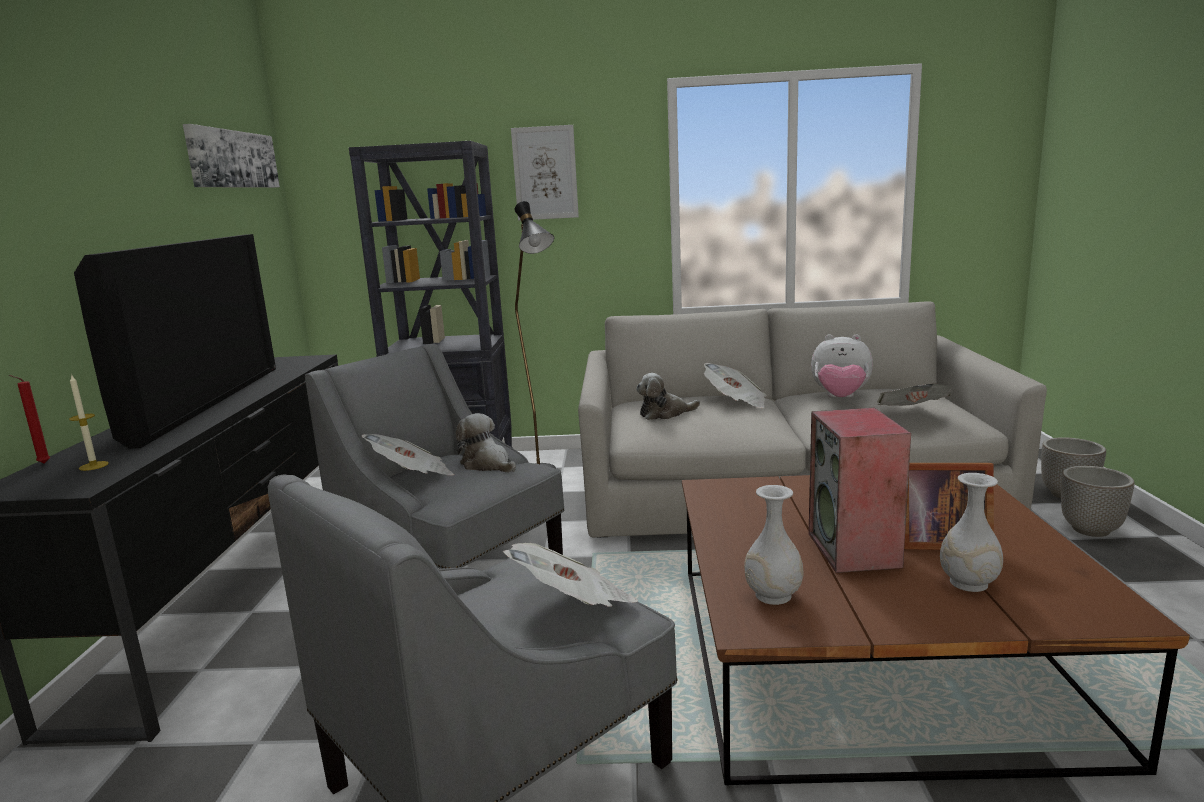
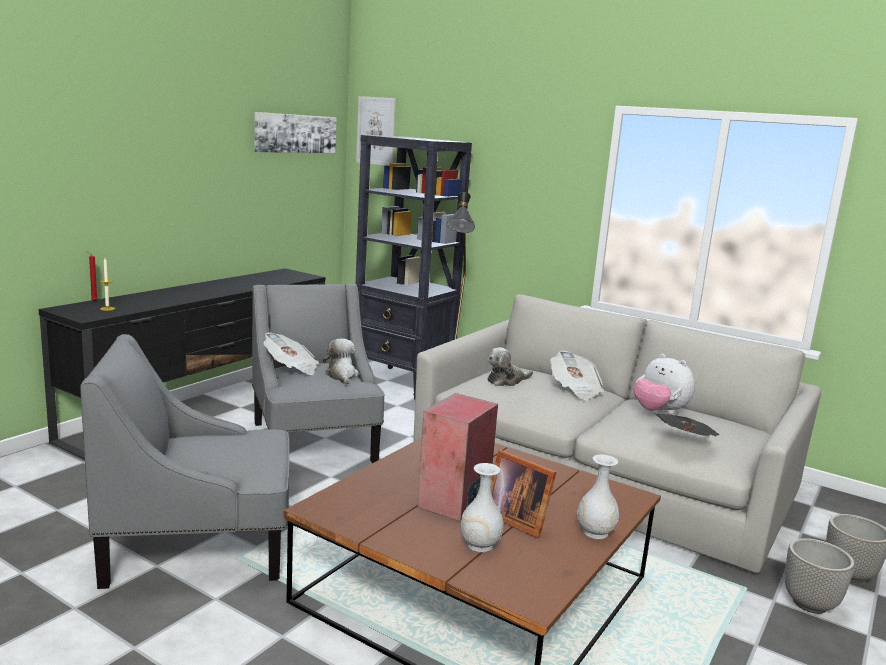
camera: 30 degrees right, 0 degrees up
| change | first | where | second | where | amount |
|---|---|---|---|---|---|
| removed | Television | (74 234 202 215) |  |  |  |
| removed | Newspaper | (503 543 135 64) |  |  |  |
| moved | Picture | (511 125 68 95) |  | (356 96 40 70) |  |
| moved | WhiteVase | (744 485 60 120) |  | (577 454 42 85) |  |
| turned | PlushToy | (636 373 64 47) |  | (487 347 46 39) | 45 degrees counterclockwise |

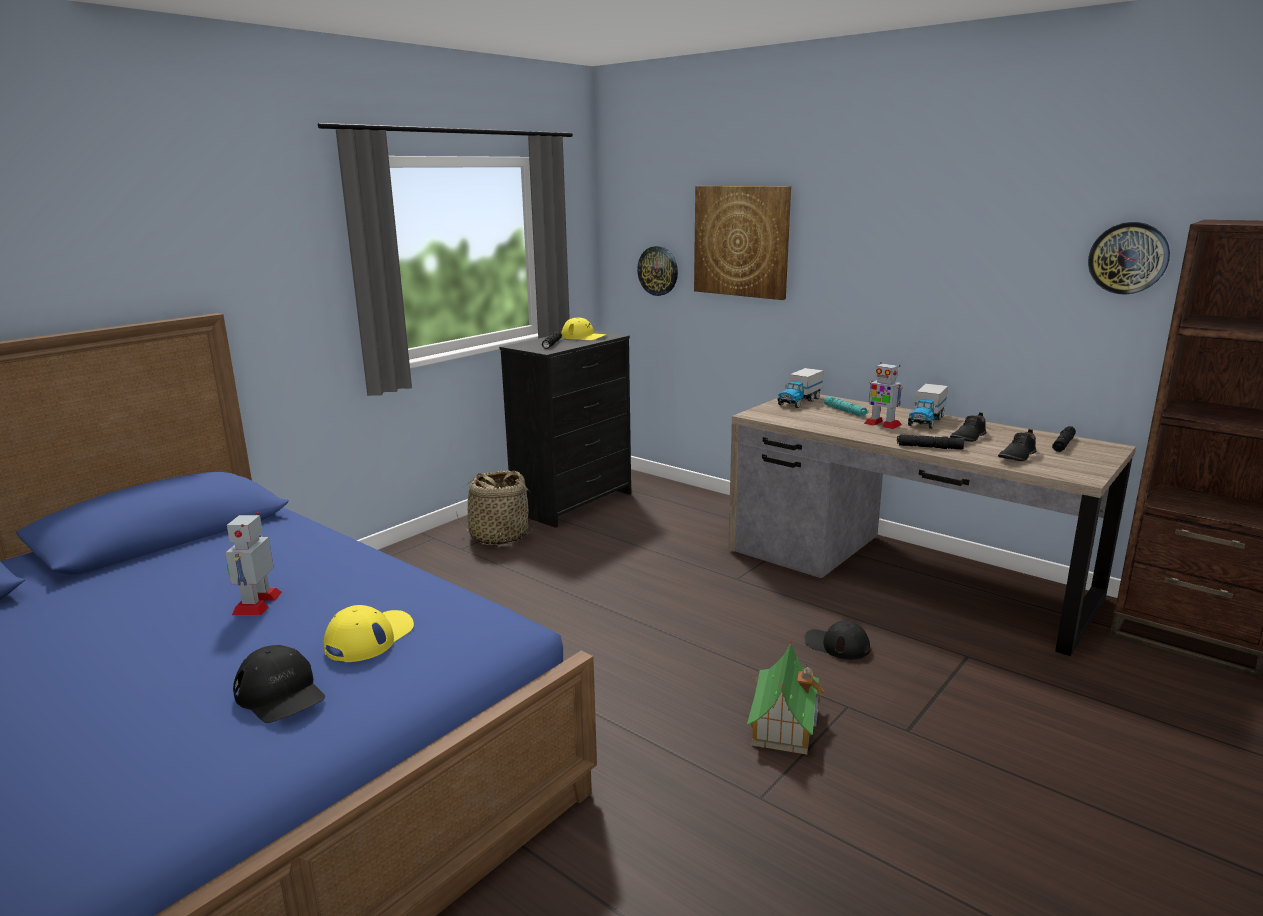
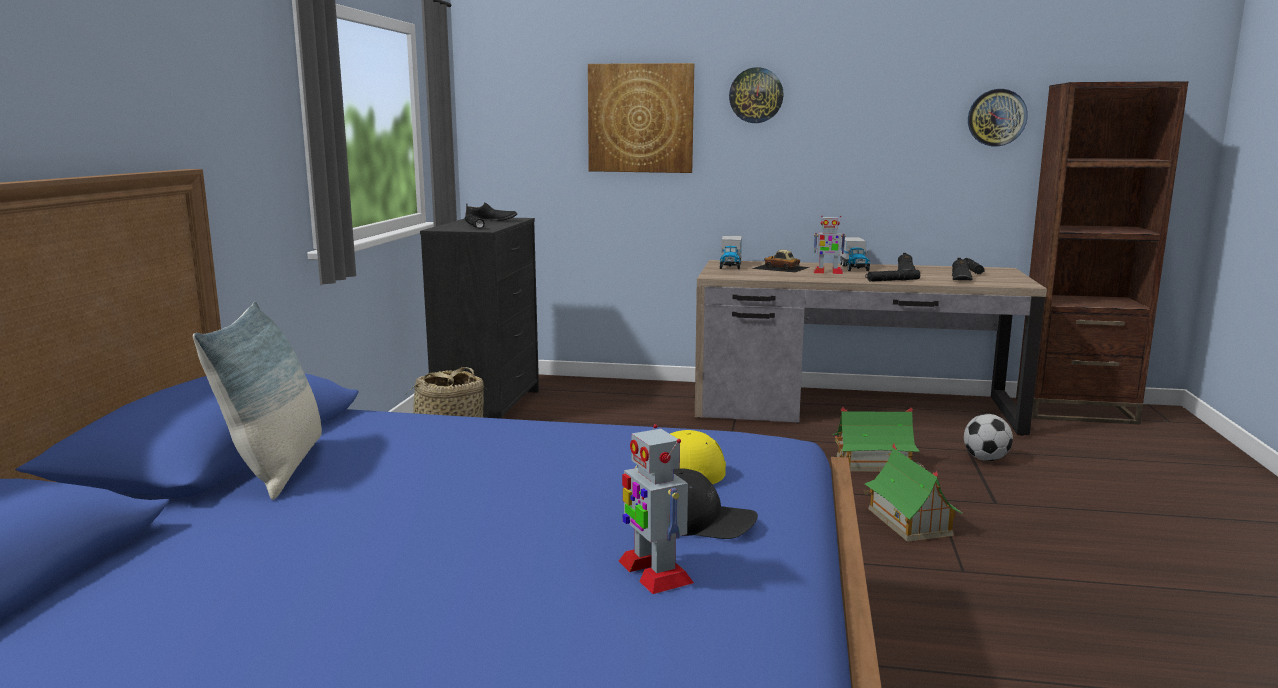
camera: 30 degrees left, 5 degrees down
| change | first | where | second | where | amount |
|---|---|---|---|---|---|
| added |  |  | Pillow | (193 302 129 198) |  |
| added |  |  | Football | (964 414 49 47) |  |
| moved | ToyRobot | (225 512 57 104) |  | (619 424 75 170) |  |
| moved | WallClock | (637 246 41 50) |  | (729 67 55 56) |  |
| replaced | YellowCap | (561 317 46 23) | BlackShoe | (465 202 52 19) |  |
| replaced | BlackCap | (804 620 66 40) | ToyHouse | (832 407 88 65) |  |
| replaced | TurquoiseFlashlight | (824 396 44 21) | ToyCar | (752 250 58 23) |  |

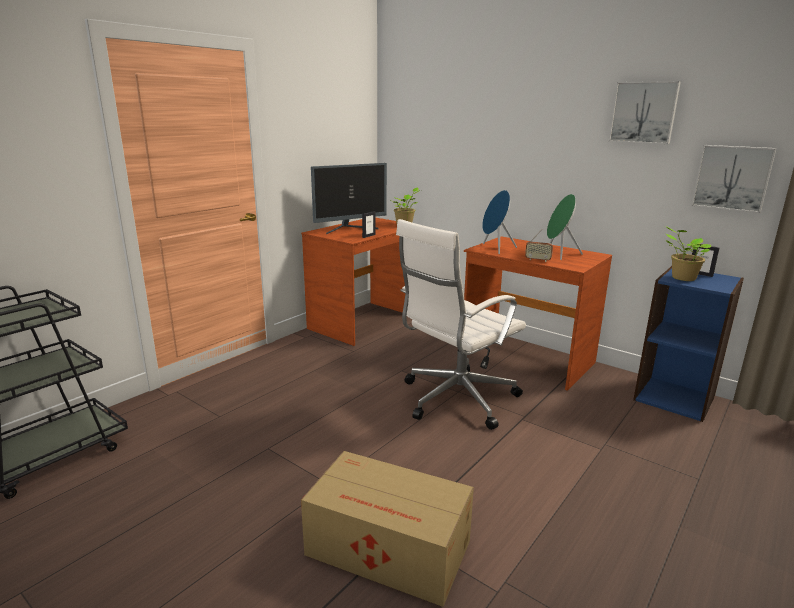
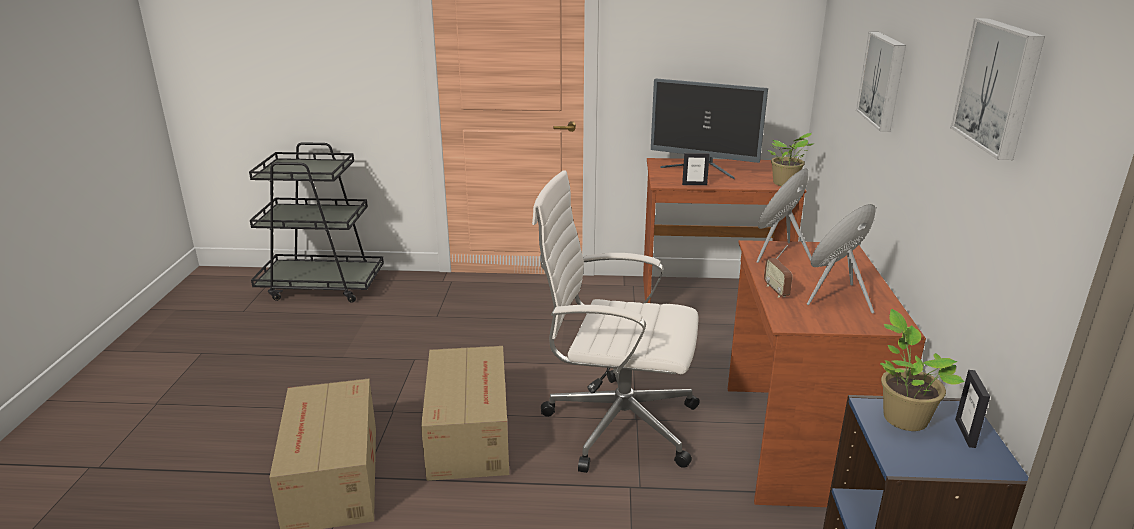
camera: 55 degrees right, 5 degrees up
| change | first | where | second | where | amount |
|---|---|---|---|---|---|
| added |  |  | CardboardBox | (421 346 88 135) |  |
| moved | Picture | (691 145 86 68) |  | (856 32 50 99) |  |

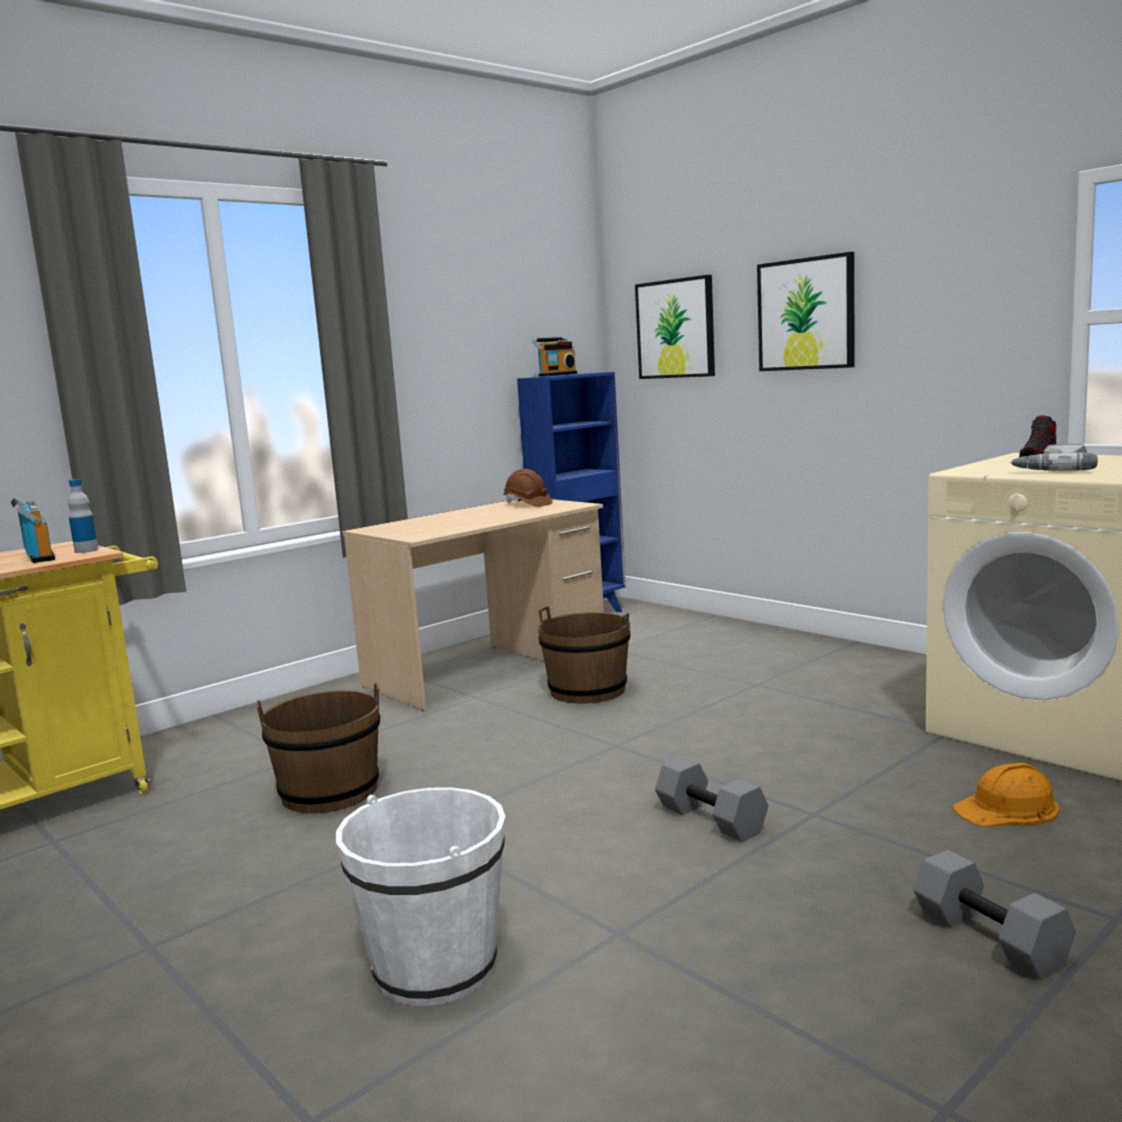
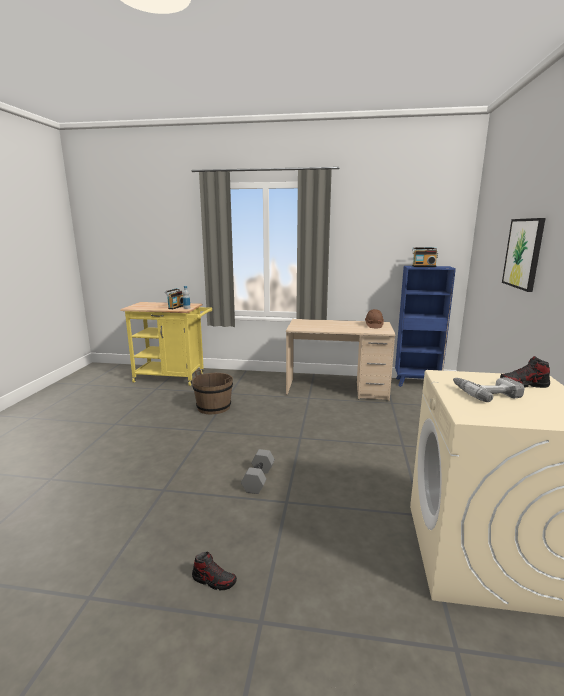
camera: 50 degrees right, 5 degrees up
| change | first | where | second | where | amount |
|---|---|---|---|---|---|
| removed | WhiteBucket | (336 787 169 219) |  |  |  |
| removed | BrownBucket | (538 606 93 98) |  |  |  |
| removed | Picture | (635 275 80 104) |  |  |  |
| removed | OrangeHardHat | (952 763 107 64) |  |  |  |
| replaced | GreyDumbbell | (914 850 162 129) | Shoe | (192 551 45 40) |  |

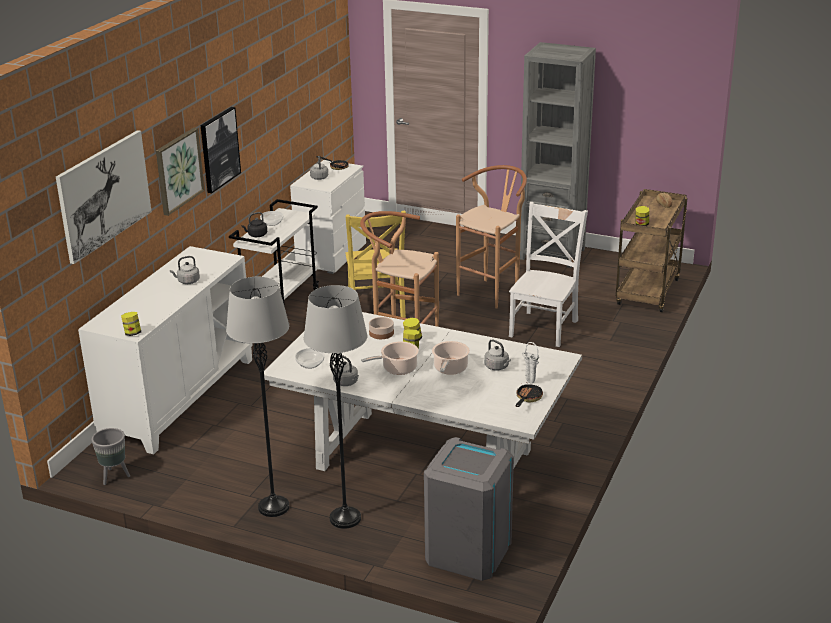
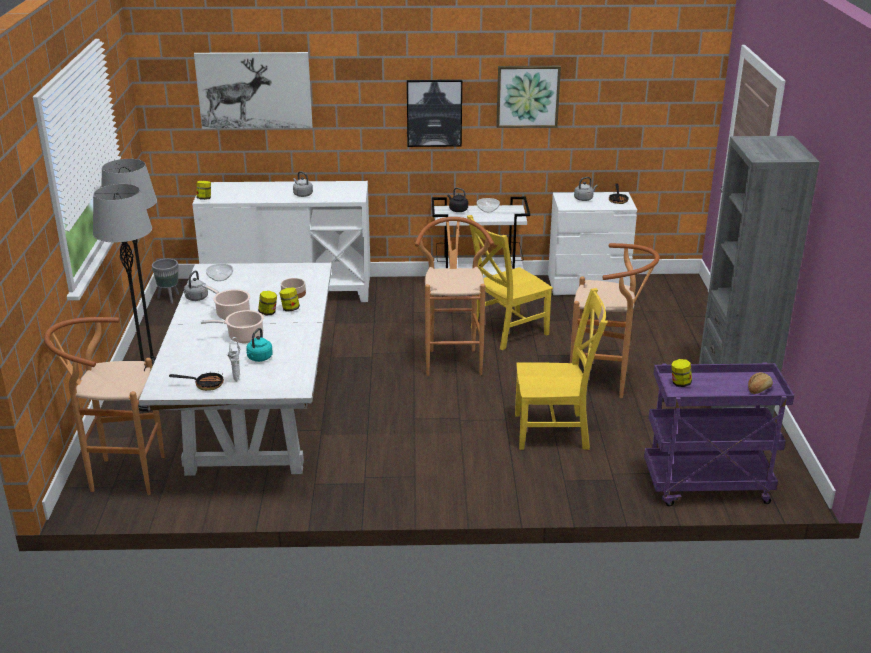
camera: 65 degrees right, 0 degrees up
| change | first | where | second | where | amount |
|---|---|---|---|---|---|
| moved | Picture | (156 128 49 88) |  | (496 66 65 62) |  |
| replaced | GreyTrashCan | (424 437 90 144) | BrownStool | (44 317 121 178) |  |
| recoloured | GreyKettle | (484 339 27 32) | TurquoiseKettle | (246 328 27 34) |  |
| recoloured | WhiteChair | (509 202 79 145) | YellowChair | (515 288 93 162) |  |
| recoloured | BrownCart | (616 189 71 123) | PurpleCart | (644 362 150 144) |  |

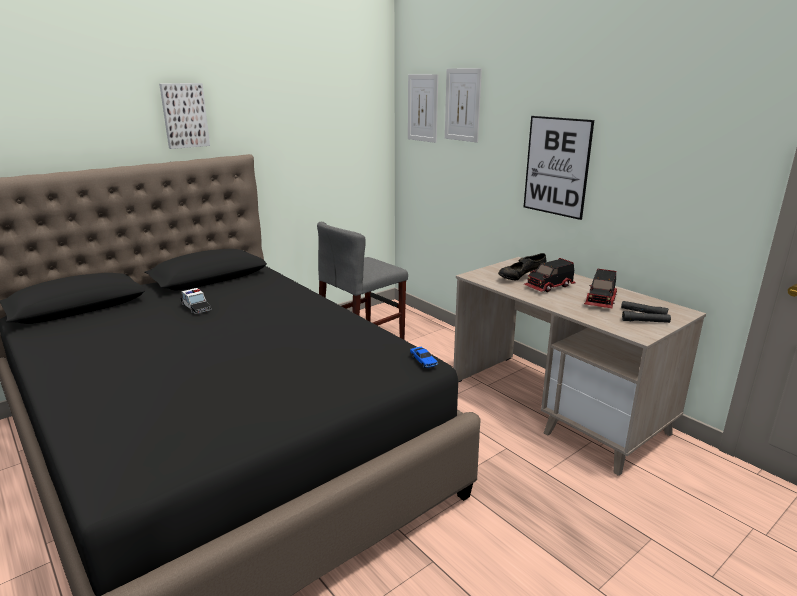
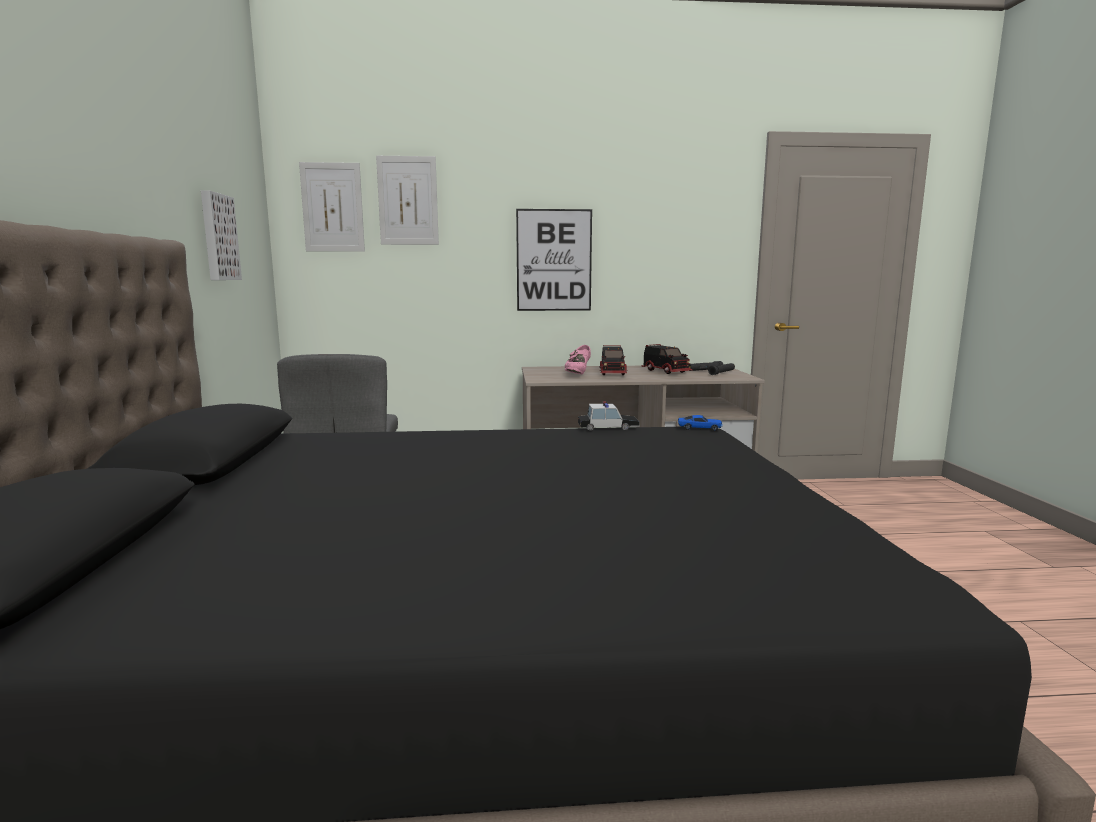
camera: 55 degrees left, 10 degrees down
| change | first | where | second | where | amount |
|---|---|---|---|---|---|
| moved | Picture | (159 83 51 66) |  | (201 190 41 90) |  |
| moved | ToyCar | (180 288 32 26) |  | (578 401 62 30) |  |
| recoloured | BlackShoe | (498 253 48 27) | PinkShoe | (564 345 27 29) |  |

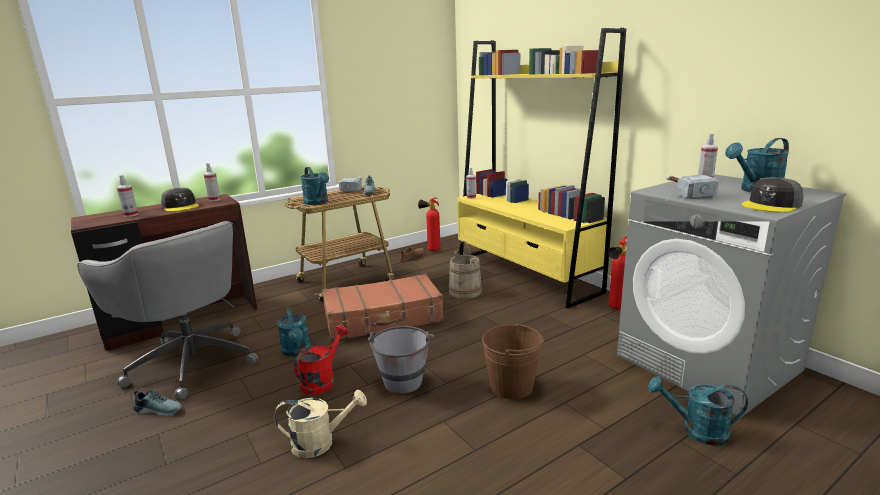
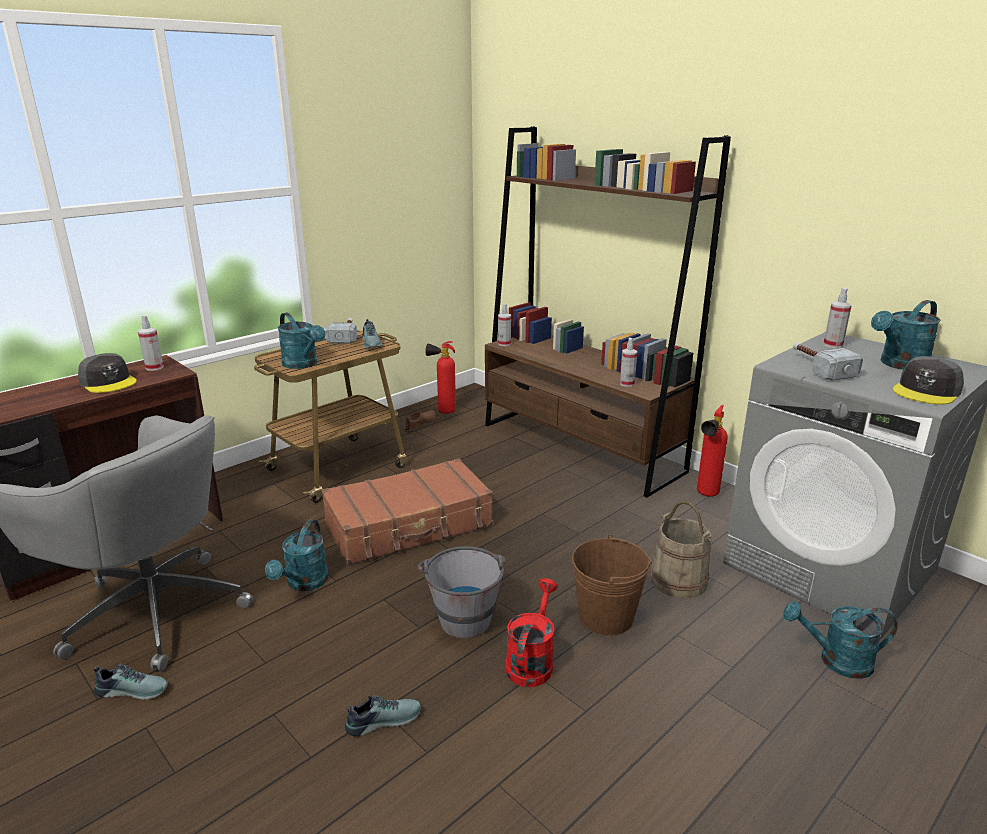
camera: 10 degrees left, 5 degrees up
| change | first | where | second | where | amount |
|---|---|---|---|---|---|
| moved | SprayBottle | (117 175 21 42) |  | (620 338 17 49) |  |
| moved | RedWateringCan | (294 325 54 70) |  | (505 578 53 109) |  |
| moved | BeigeBucket | (449 241 33 58) |  | (651 501 61 97) |  |
| replaced | BeigeWateringCan | (274 390 93 68) | Shoe | (345 695 76 42) |  |
| recoloured | YellowBookcase | (457 28 169 281) | BrownBookcase | (485 126 246 372) |  |
| turned | TurquoiseWateringCan | (277 306 34 51) |  | (265 520 64 72) | 45 degrees clockwise |

